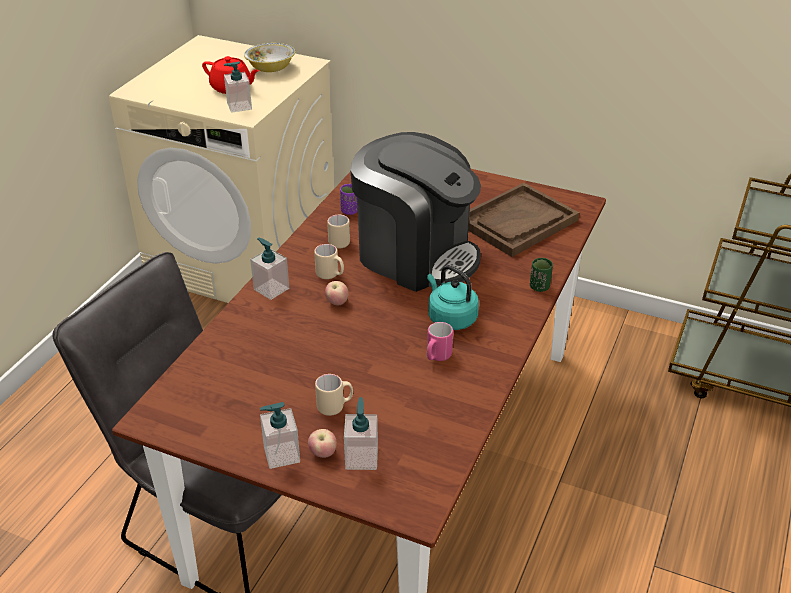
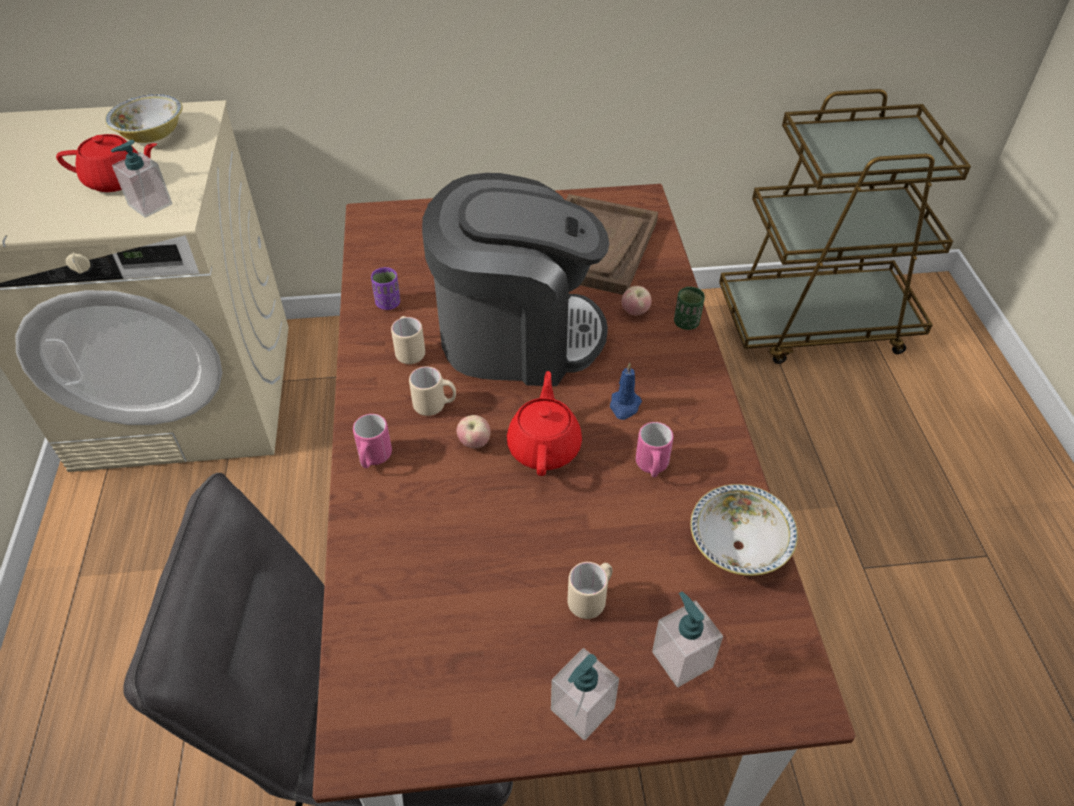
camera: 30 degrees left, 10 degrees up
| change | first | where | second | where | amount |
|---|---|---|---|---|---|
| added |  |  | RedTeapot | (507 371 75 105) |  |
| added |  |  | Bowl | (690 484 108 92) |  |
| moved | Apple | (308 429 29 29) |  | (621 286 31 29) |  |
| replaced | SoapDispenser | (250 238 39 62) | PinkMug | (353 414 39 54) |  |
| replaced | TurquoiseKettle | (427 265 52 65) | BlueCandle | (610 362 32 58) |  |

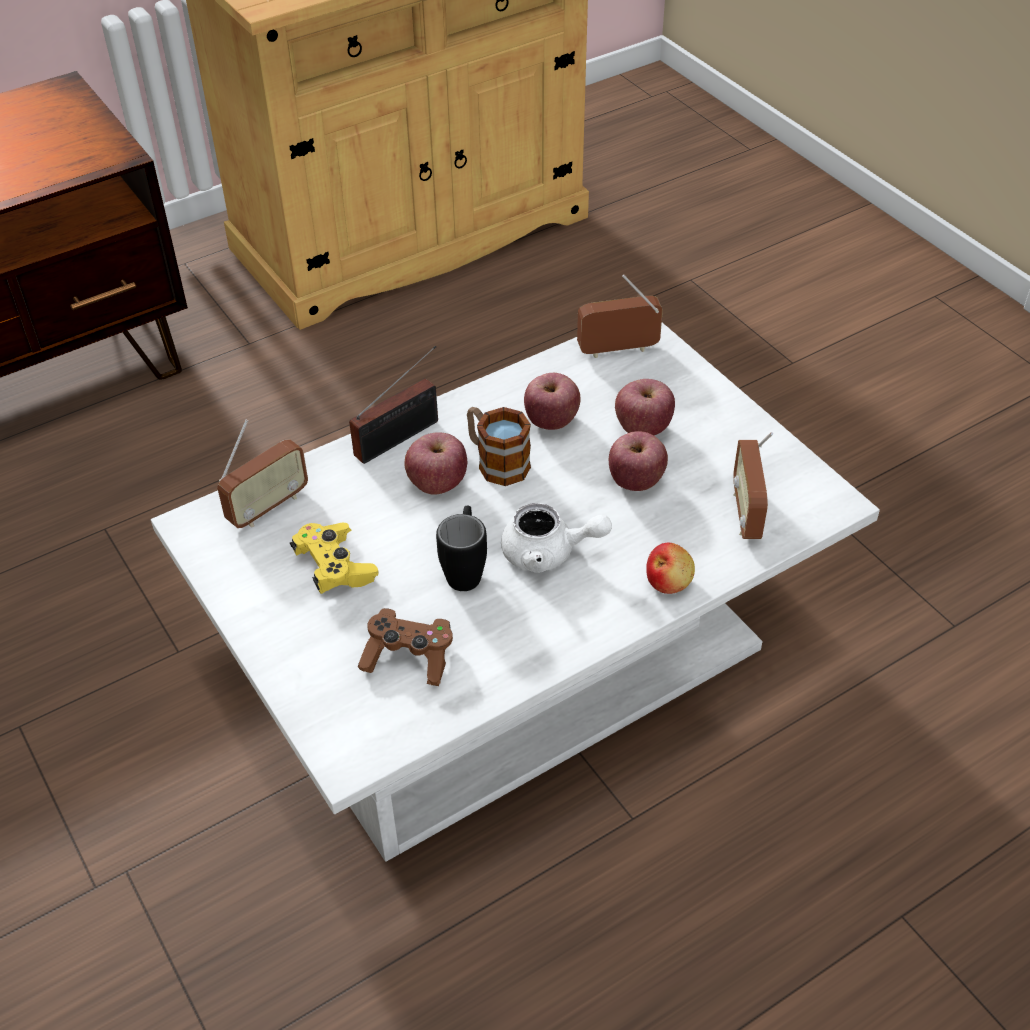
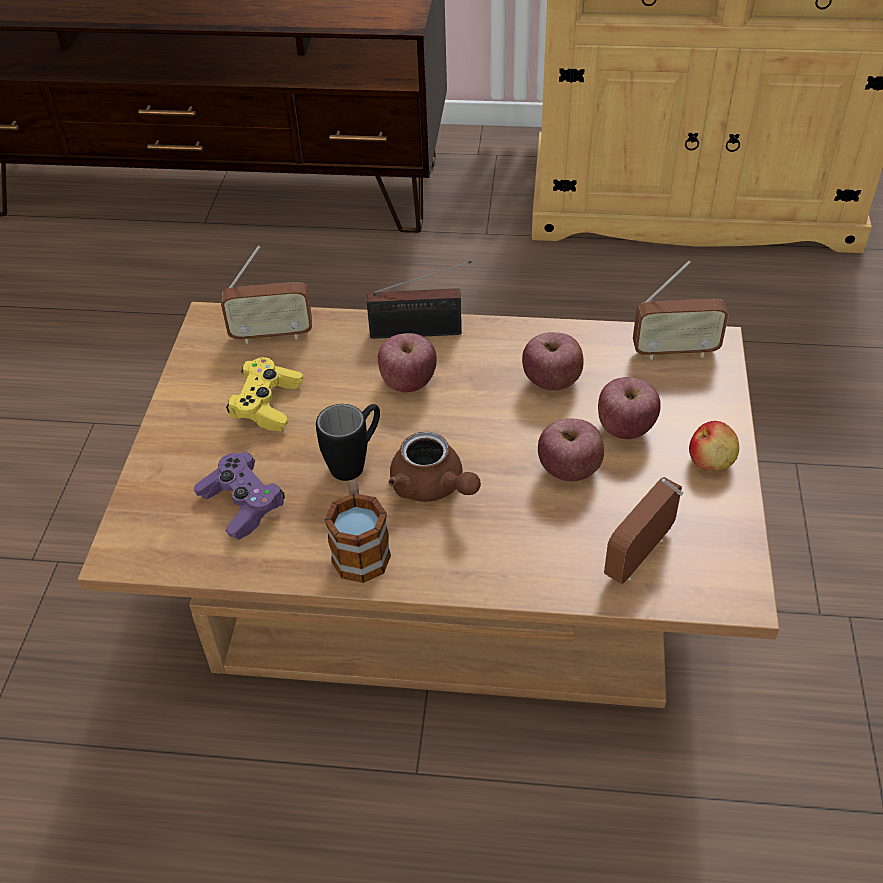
camera: 40 degrees right, 0 degrees up
| change | first | where | second | where | amount |
|---|---|---|---|---|---|
| moved | Mug | (467 407 64 79) |  | (325 480 66 103) |  |
| moved | Apple | (646 543 49 51) |  | (689 421 50 50) |  |
| recoloured | WhiteCoffeeTable | (151 323 729 539) | BrownCoffeeTable | (78 302 701 406) |  |
| recoloured | BrownGameController | (358 608 95 78) | PurpleGameController | (194 452 91 88) |  |
| recoloured | WhiteTeapot | (501 503 111 70) | BrownTeapot | (389 432 92 70) |  |
| turned | Radio | (577 274 86 84) |  | (633 261 96 99) | 150 degrees clockwise |

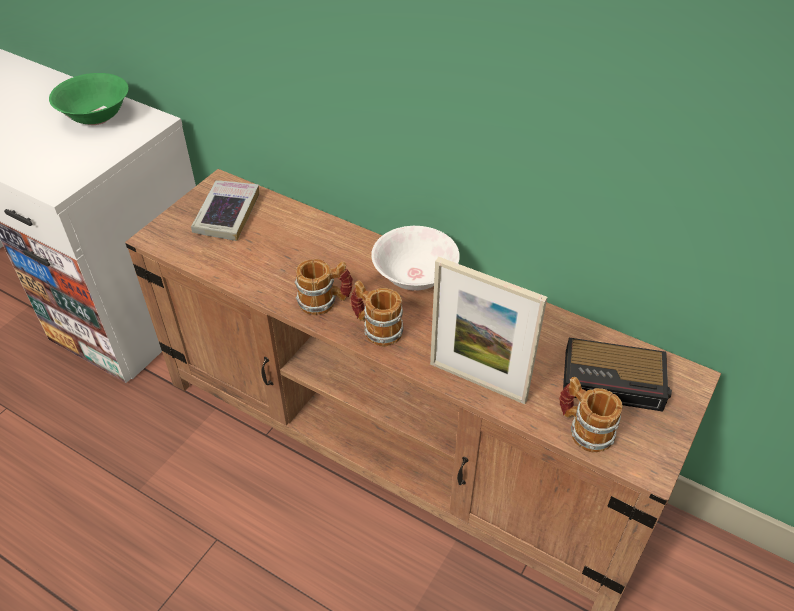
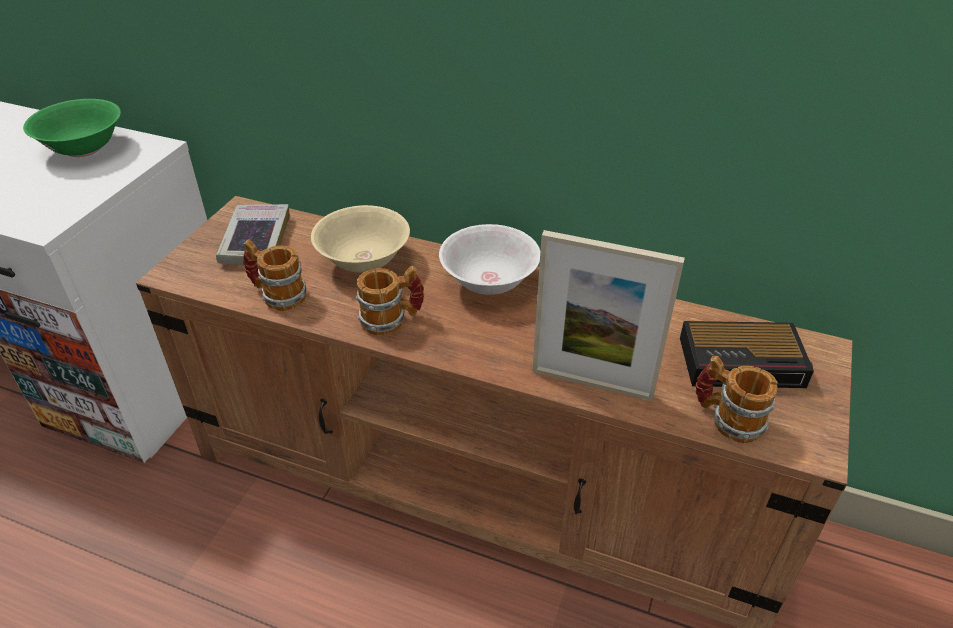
camera: 10 degrees left, 5 degrees down
| change | first | where | second | where | amount |
|---|---|---|---|---|---|
| added |  |  | BeigeBowl | (311 205 99 67) |  |
| moved | Mug | (351 280 53 66) |  | (243 240 64 71) |  |

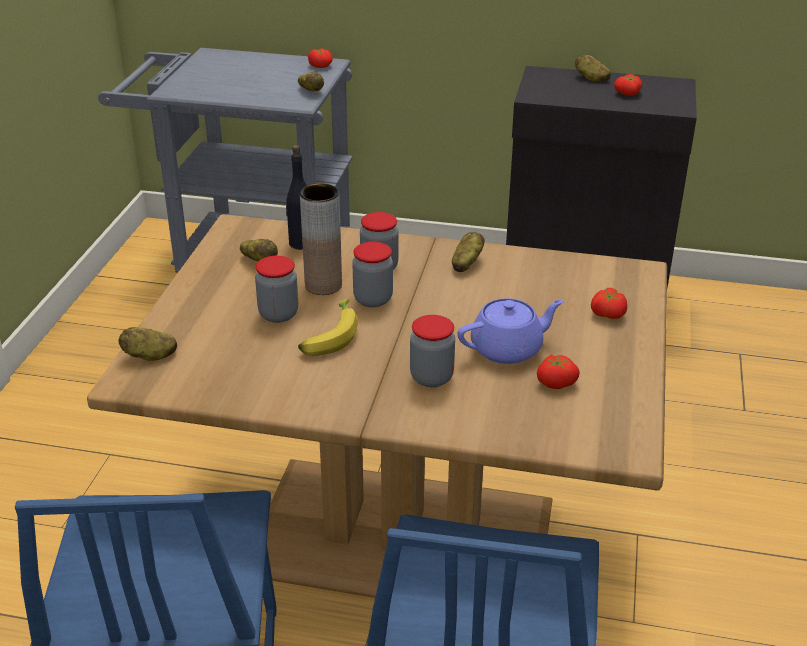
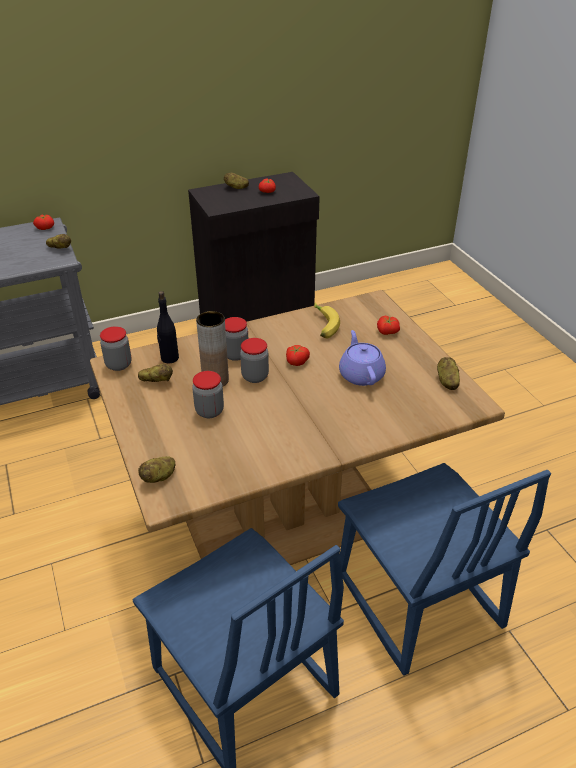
camera: 35 degrees left, 5 degrees up
| change | first | where | second | where | amount |
|---|---|---|---|---|---|
| moved | Banana | (298 298 60 58) |  | (314 302 26 36) |  |
| moved | Jar | (410 315 45 72) |  | (100 326 32 45) |  |
| moved | Potato | (452 232 33 40) |  | (437 357 23 33) |  |
| moved | Tomato | (537 355 43 34) |  | (286 345 24 21) |  |
| turned | PurpleTeapot | (457 298 107 66) |  | (339 330 47 56) | 45 degrees counterclockwise |

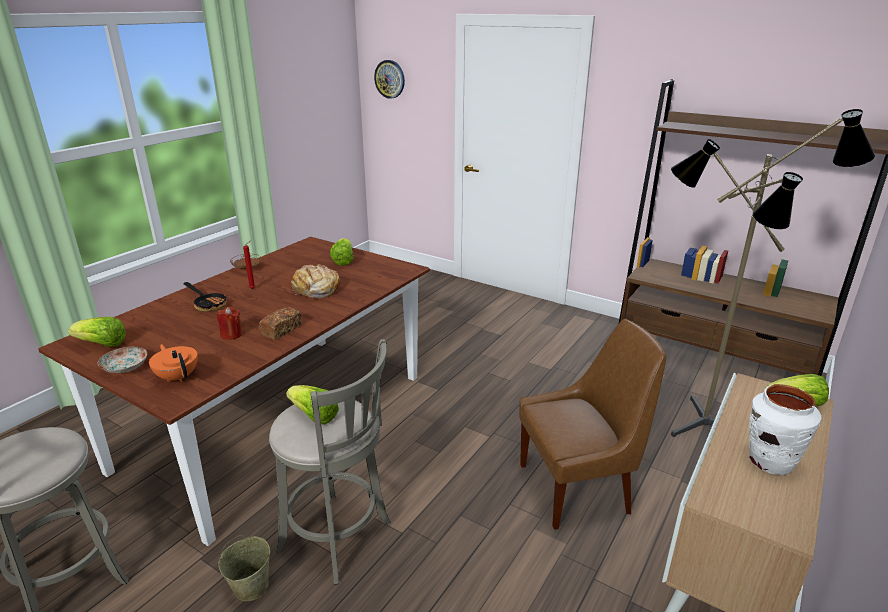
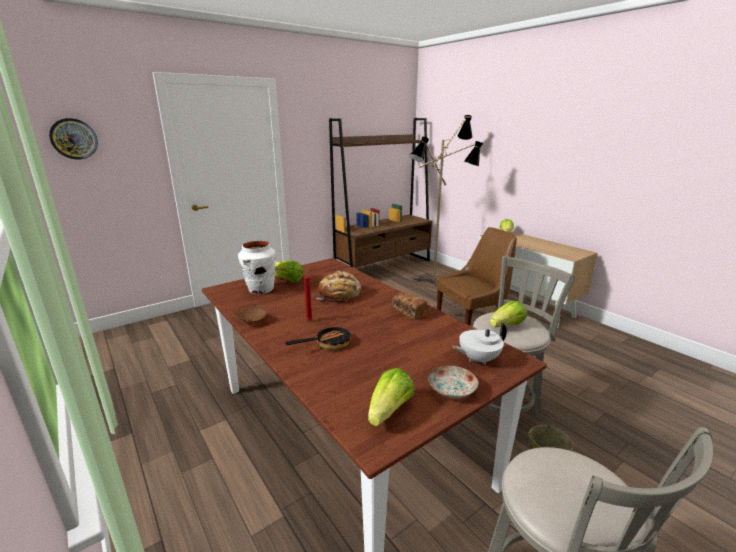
camera: 70 degrees left, 5 degrees down
| change | first | where | second | where | amount |
|---|---|---|---|---|---|
| removed | RedCandle | (217 307 26 33) |  |  |  |
| moved | WhiteVase | (749 384 72 91) |  | (238 241 38 53) |  |
| recoloured | OrangeTeapot | (149 344 49 38) | WhiteTeapot | (452 322 55 43) |  |
| turned | BrownChair | (519 319 147 211) |  | (436 227 81 98) | 60 degrees clockwise |

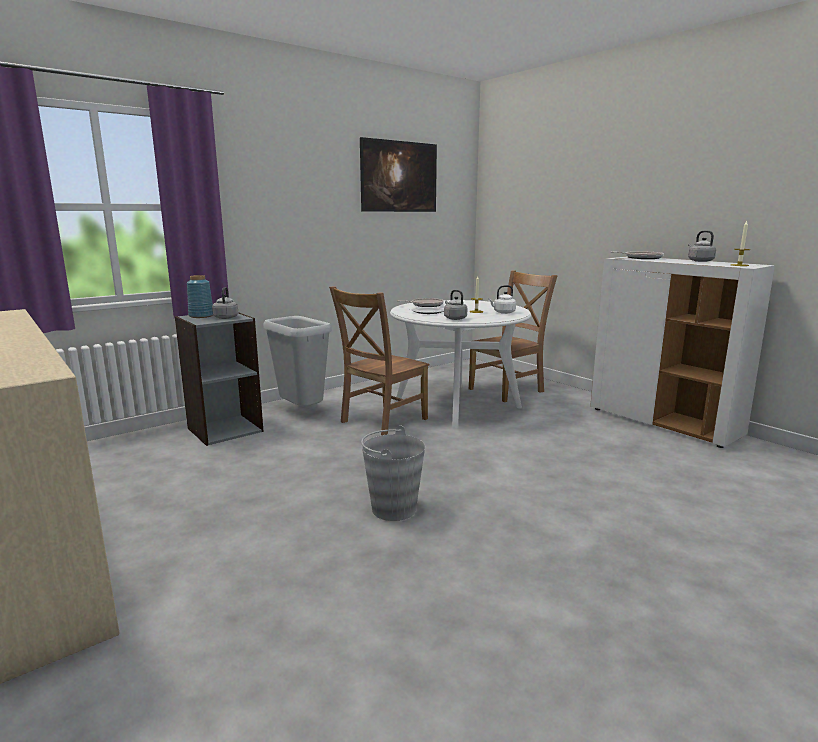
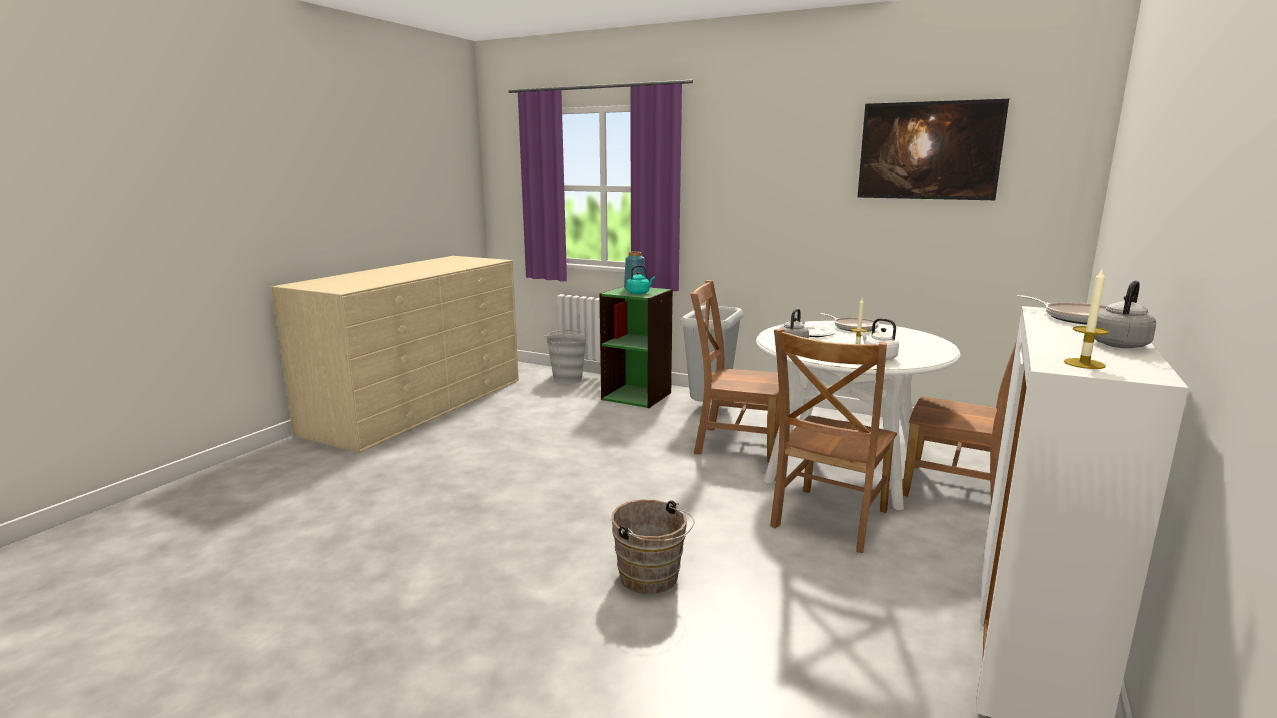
camera: 65 degrees right, 0 degrees up
| change | first | where | second | where | amount |
|---|---|---|---|---|---|
| added |  |  | BrownBucket | (612 500 83 94) |  |
| added |  |  | BrownChair | (770 328 127 225) |  |
| moved | GreyBucket | (361 426 64 95) |  | (545 330 43 54) |  |
| recoloured | GreyBookcase | (175 312 89 134) | GreenBookcase | (599 286 74 122) |  |
| recoloured | GreyKettle | (212 287 26 32) | TurquoiseKettle | (627 265 28 29) |  |

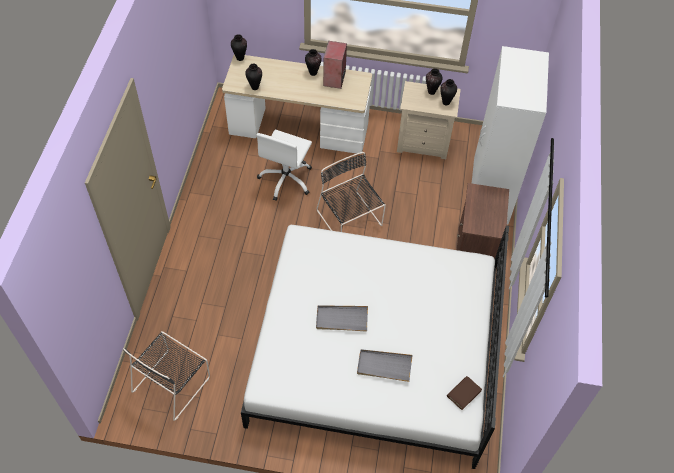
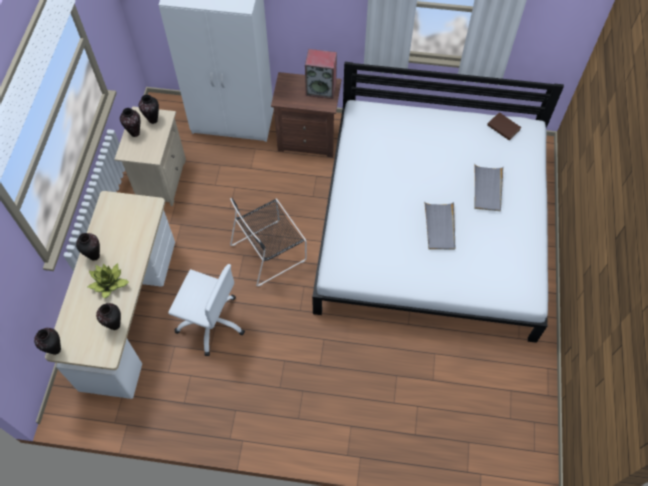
camera: 90 degrees left, 5 degrees up
| change | first | where | second | where | amount |
|---|---|---|---|---|---|
| removed | BlackChair | (123 331 87 90) |  |  |  |
| added |  |  | PottedPlant | (88 263 41 36) |  |
| moved | Speaker | (323 41 24 48) |  | (305 49 32 50) |  |

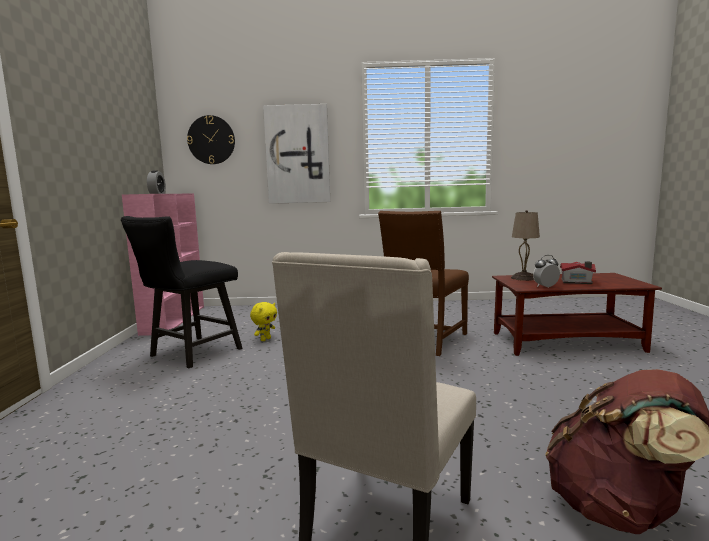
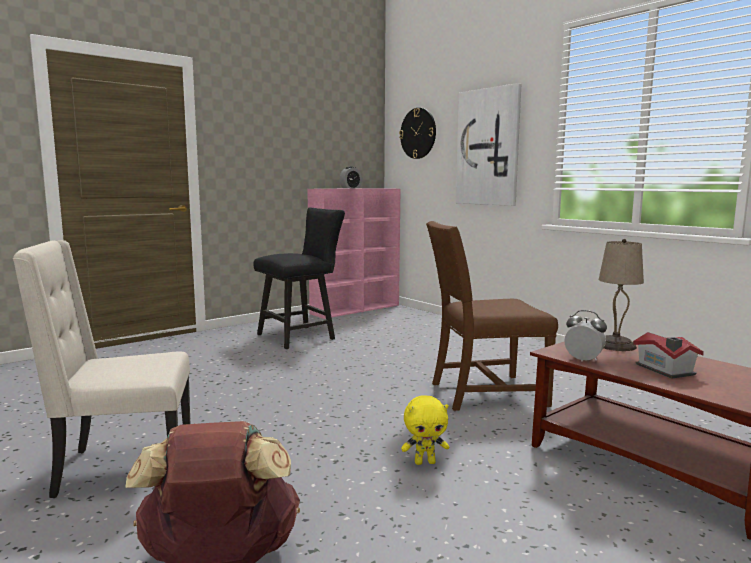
camera: 50 degrees right, 0 degrees up
| change | first | where | second | where | amount |
|---|---|---|---|---|---|
| moved | YellowPlushToy | (250 302 27 39) |  | (401 395 48 70) |  |
| turned | BlackChair | (121 216 121 152) |  | (253 208 92 141) | 150 degrees clockwise |

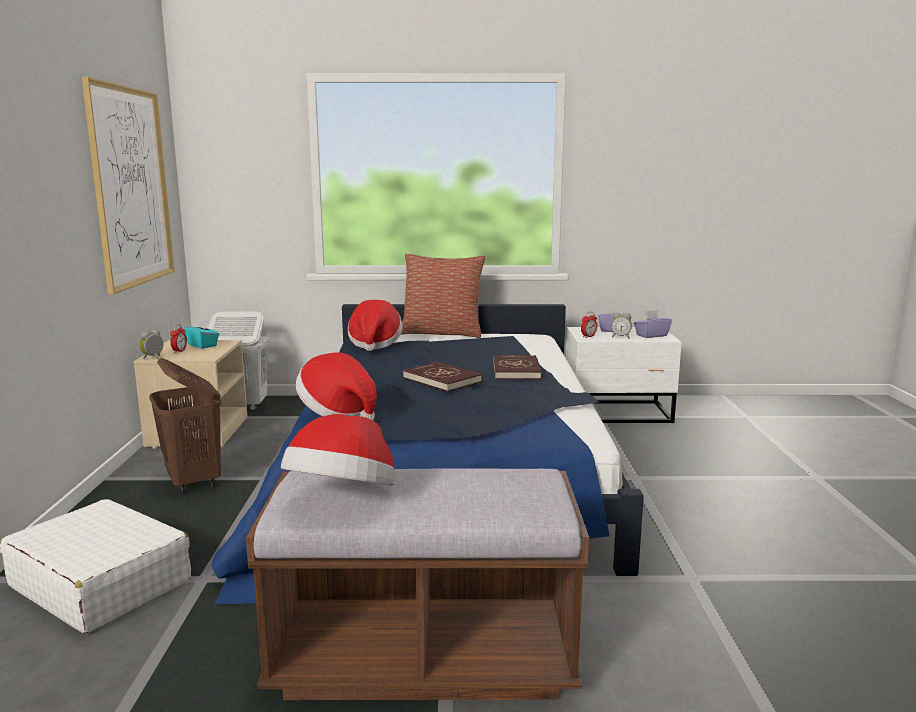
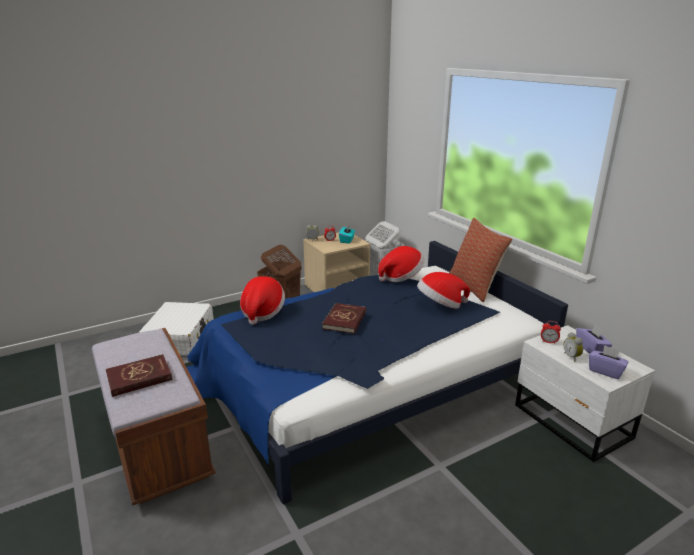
camera: 60 degrees right, 10 degrees up
| change | first | where | second | where | amount |
|---|---|---|---|---|---|
| removed | Picture | (81 77 94 217) |  |  |  |
| moved | Hat | (281 414 114 72) |  | (417 272 53 37) |  |
| moved | RedBook | (493 355 49 25) |  | (106 354 66 43) |  |

